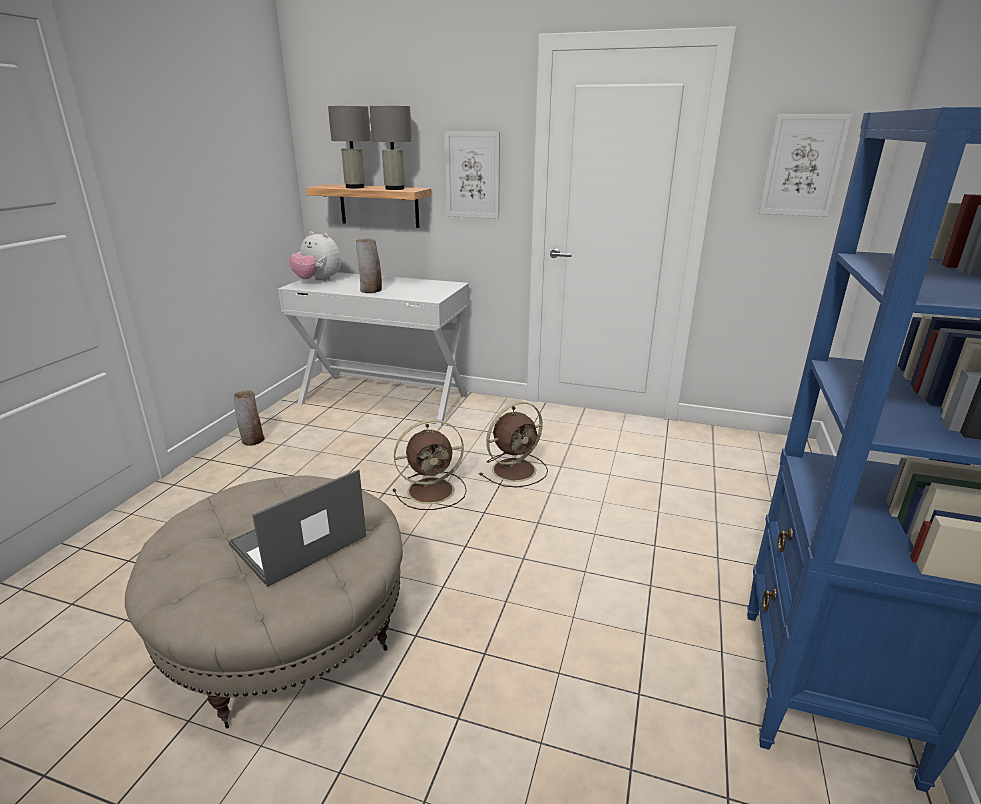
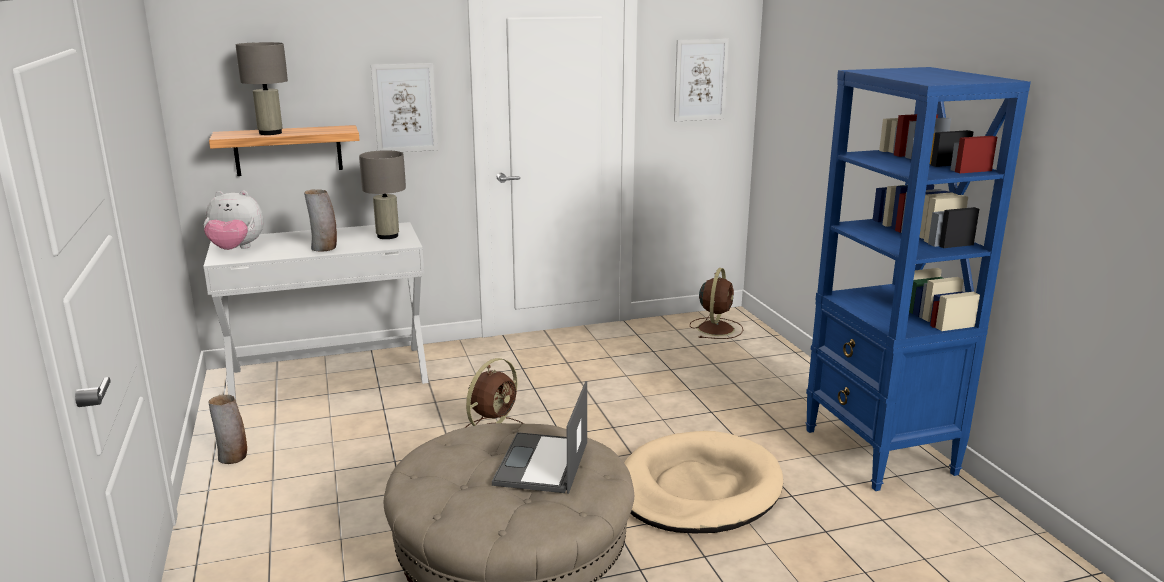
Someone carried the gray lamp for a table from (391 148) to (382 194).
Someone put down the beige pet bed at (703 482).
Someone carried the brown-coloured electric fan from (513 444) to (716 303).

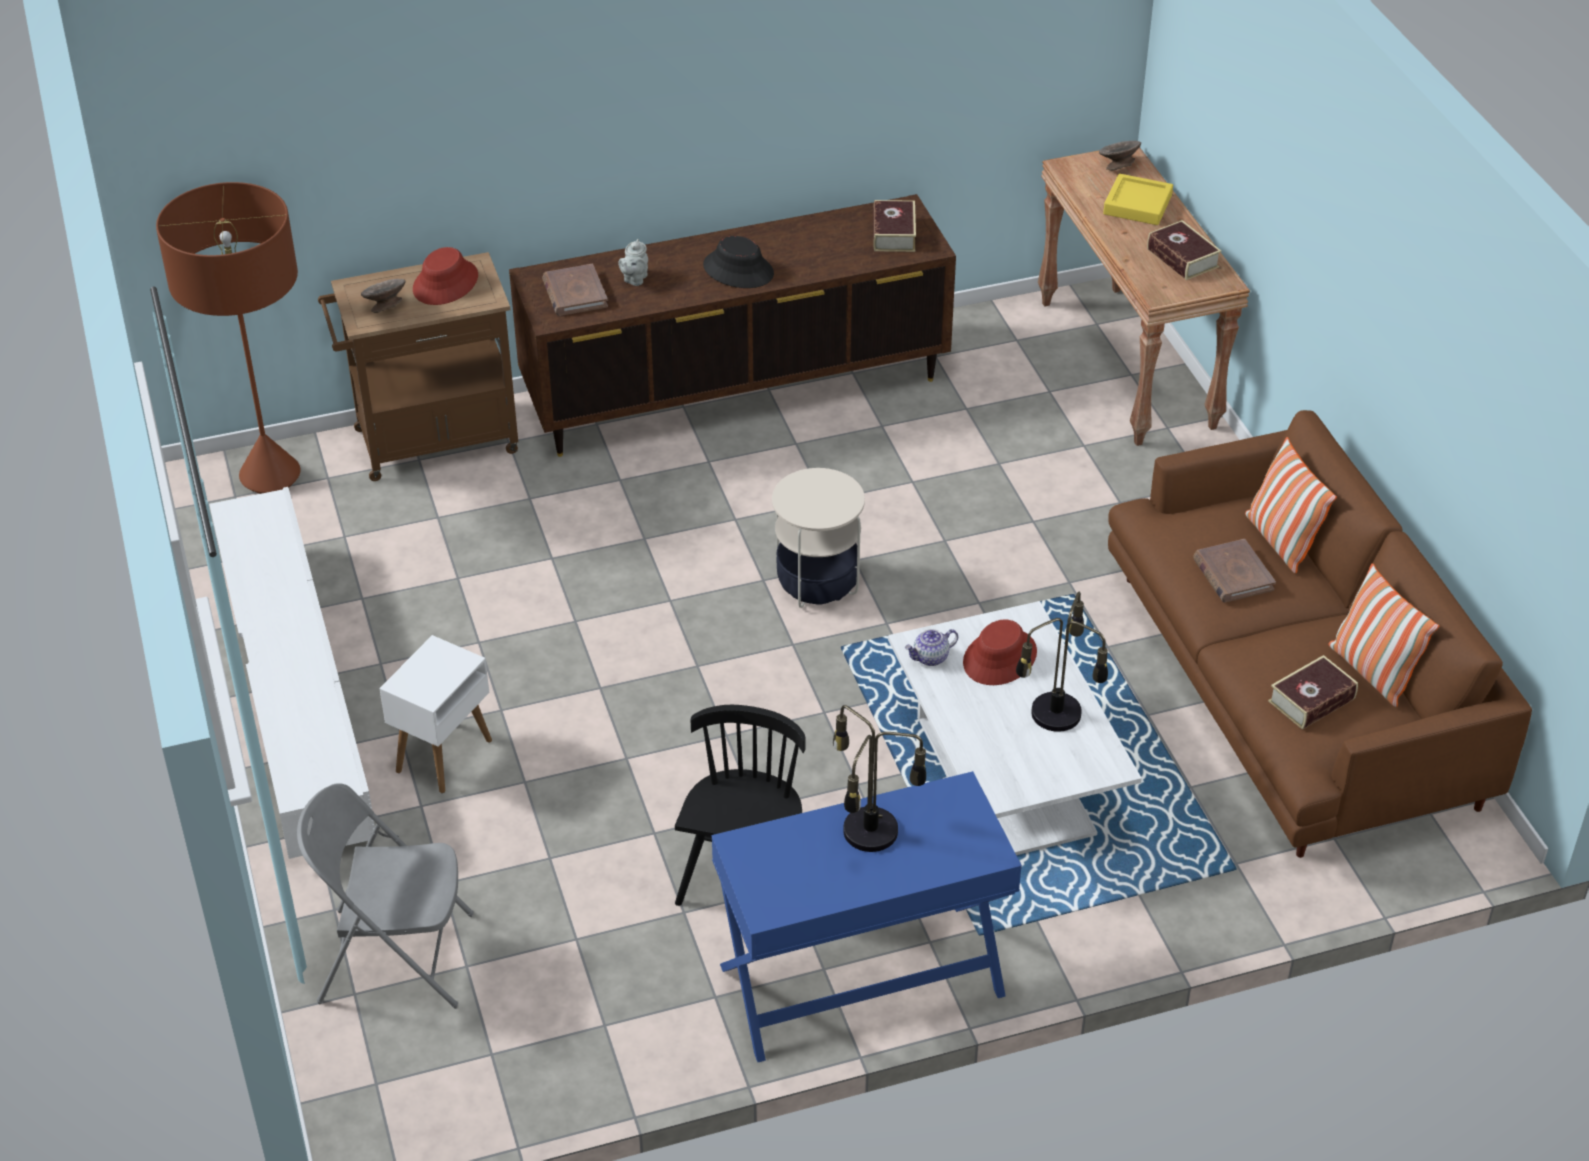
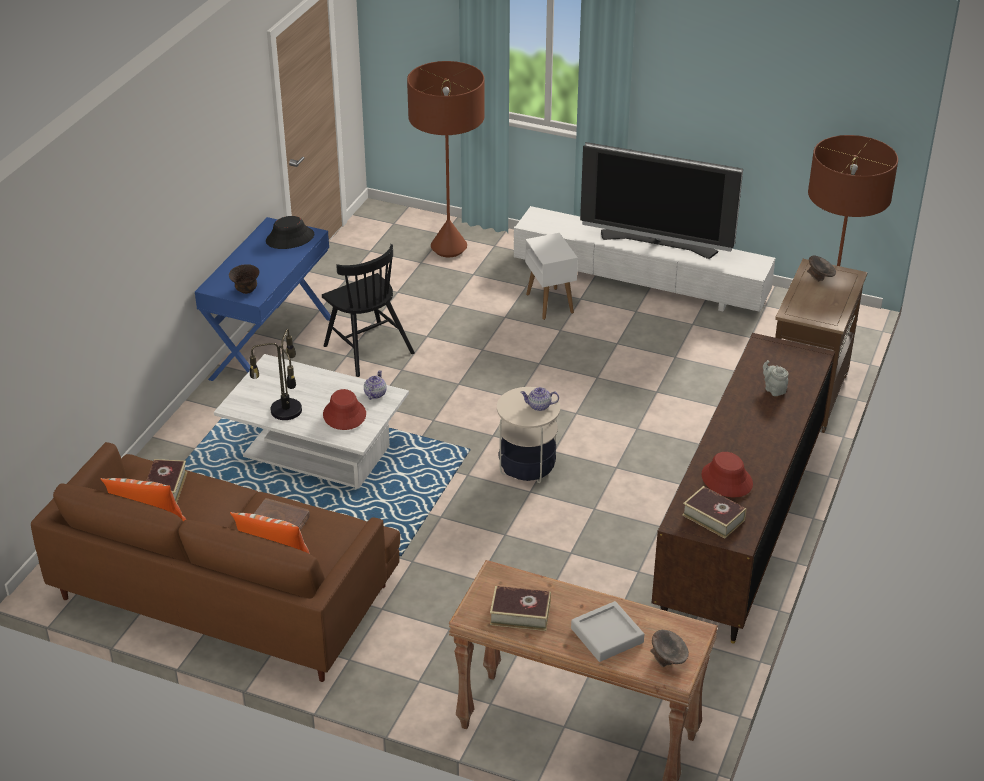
Someone put down the brown-coloured serving bowl at (244 279).
Someone carried the black wearable hat from (738 262) to (290 232).
Someone swapped the gray chair at (385 896) for the brown-coloured standing lamp at (446 159).
Someone put down the tea pot at (539 399).
Someone repainted the yellowish carrying tray at (1138 199), which became the gray carrying tray at (607 631).
Someone put down the TV set at (661 200).
Someone carried the red wearable hat from (445 276) to (727 474).
Someone took away the brown-coloured bound book at (575 290).
Someone took away the lamp for a table at (879 778).

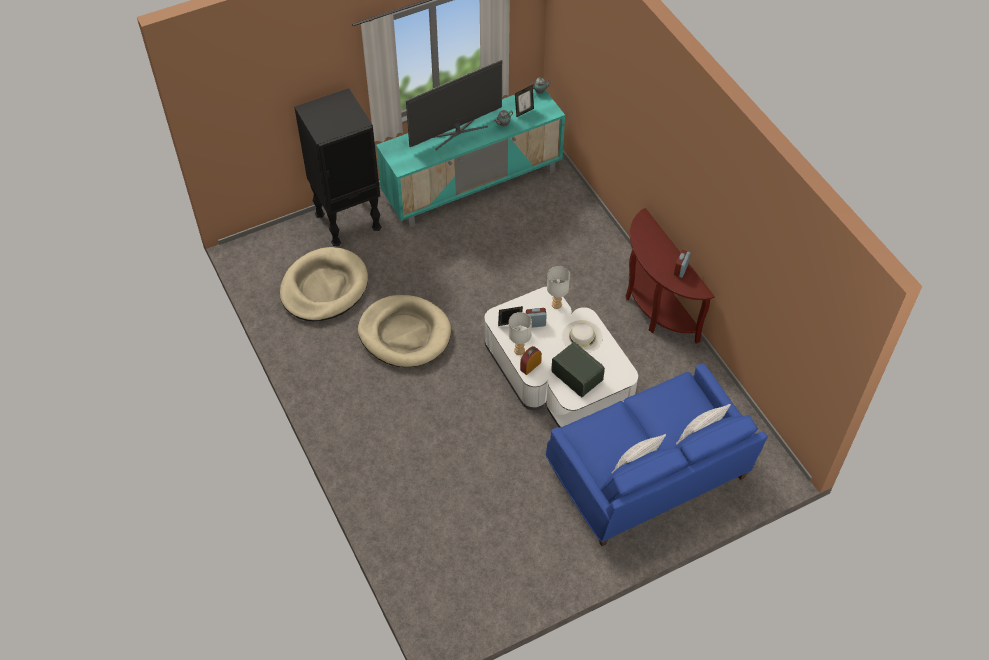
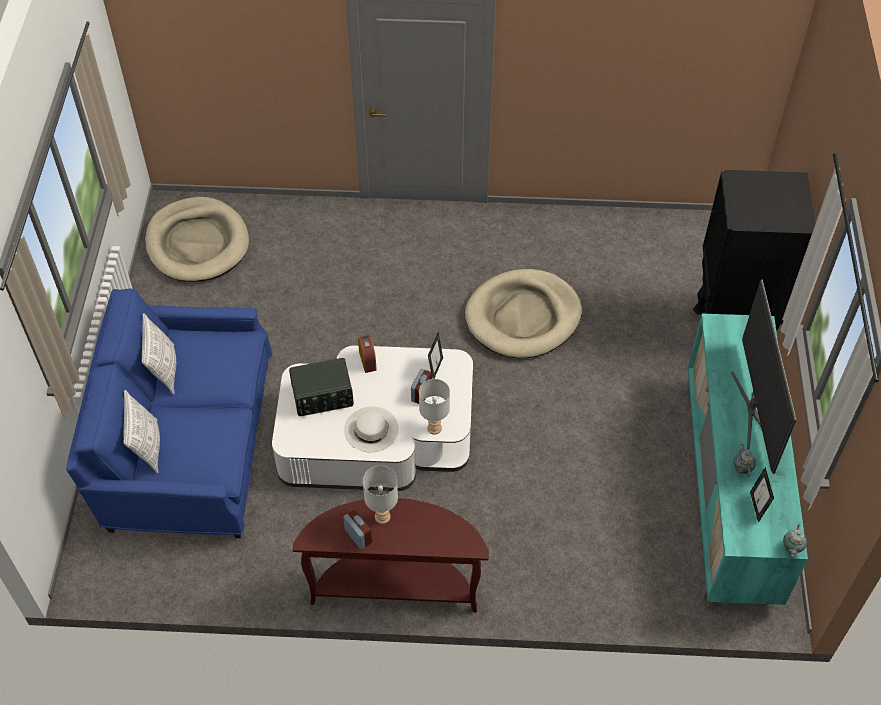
Someone carried the beige pet bed from (324 284) to (197 239).
Someone carried the gray lamp for a table from (520 333) to (380 495).

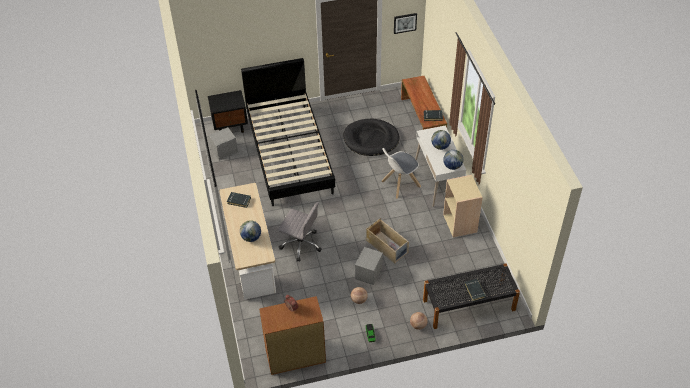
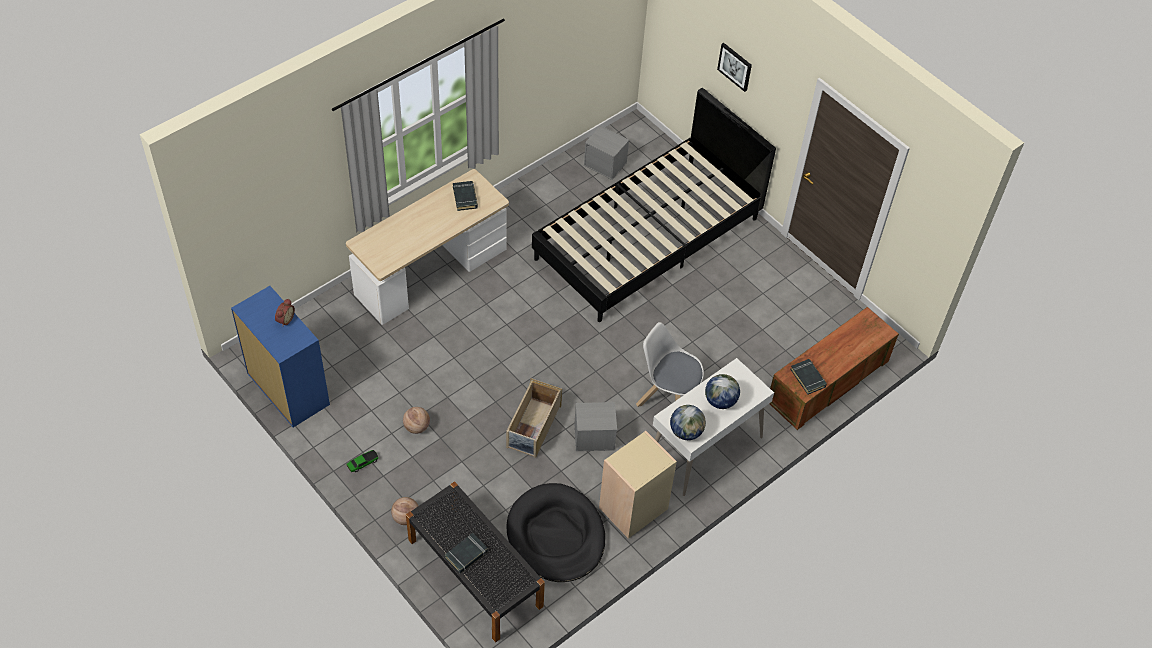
Someone repainted the brown-coloured cupboard at (292 335), which became the bluish cupboard at (280 357).
Someone carried the black pet bed from (372 137) to (555 532).
Someone carried the gray storage box from (369 266) to (595 426).
Someone carried the picture from (405 23) to (734 67).
Someone took away the black bedside table at (228 111).
Someone took away the globe at (250 231).
Someone took away the gray office chair at (300 232).

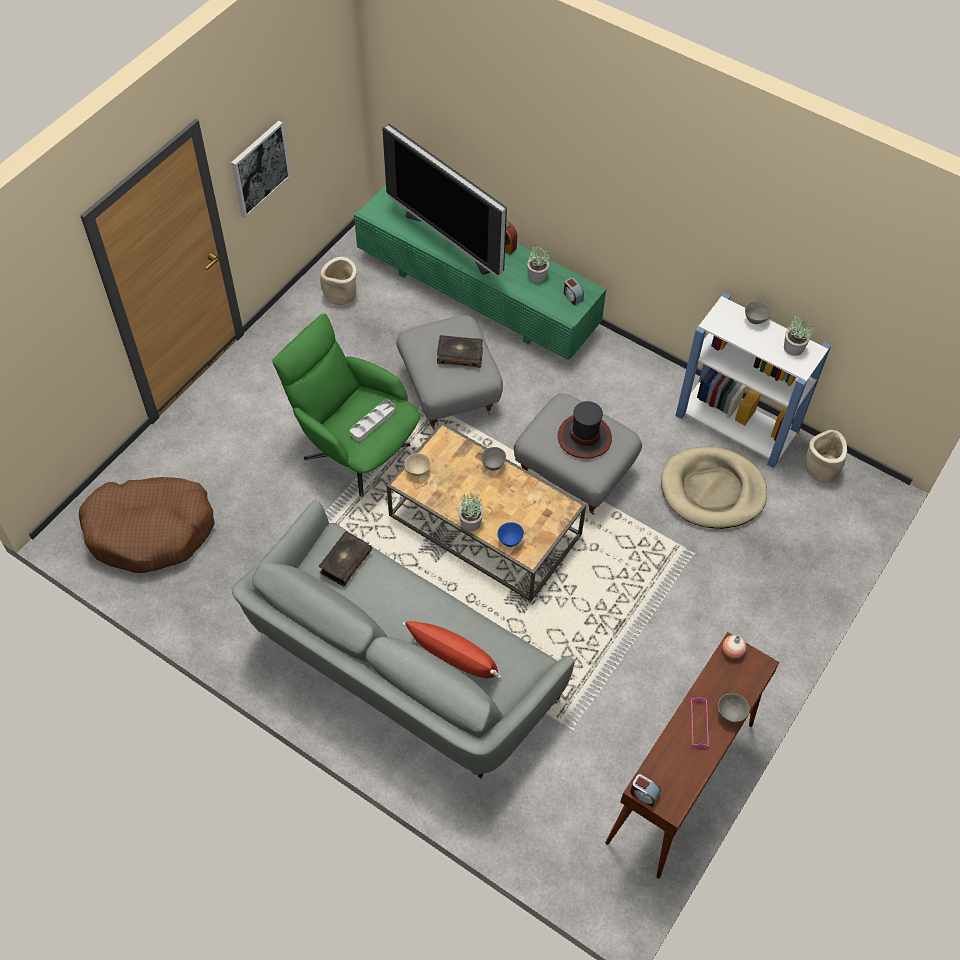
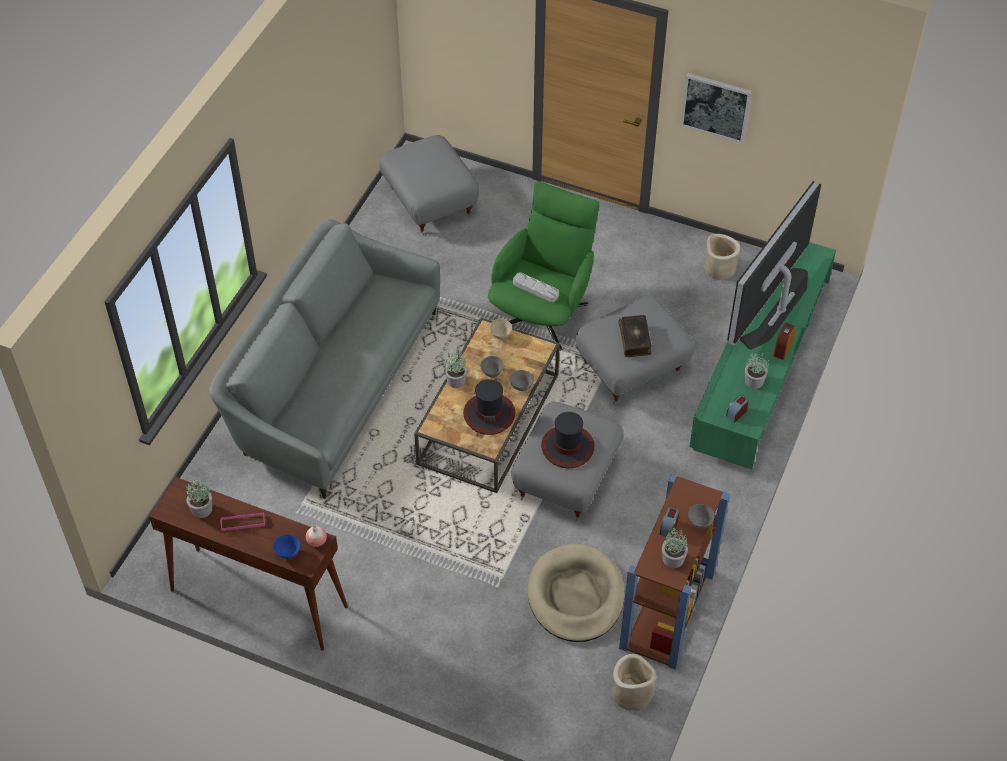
Someone put down the potted plant at (199 498).
Someone carried the bluish serving bowl from (511 534) to (286 546).
Someone swapped the brown-coloured pet bed at (146 525) for the gray footrest at (429 185).
Someone put down the wearable hat at (489 407).
Someone carried the gray serving bowl from (734 708) to (491 367).
Someone repainted the whitish bookshelf at (753 380), which became the brown-coloured bookshelf at (674 572).
Someone carried the bedside clock from (645 790) to (669 522).
Someone took away the bound book at (345 558).
Someone took away the red cushion at (451 650).

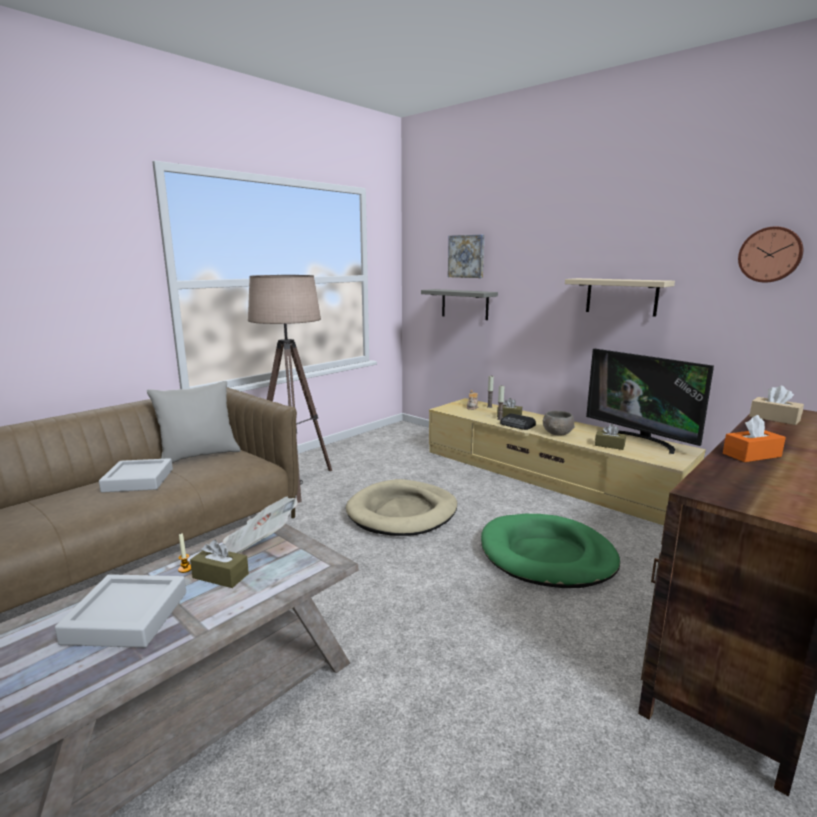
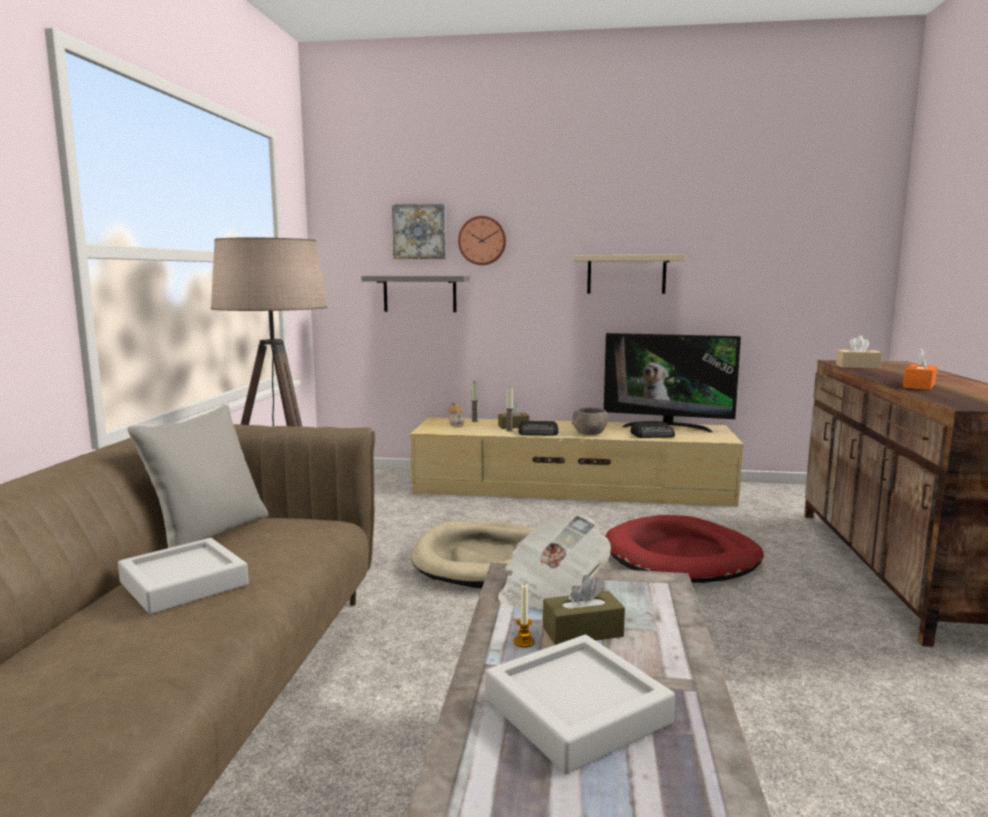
Someone carried the clock on the wall from (770 254) to (482 240).
Someone repainted the green pet bed at (550 551), which became the red pet bed at (685 549).
Someone swapped the brown-coloured box of tissues at (610 437) for the radio receiver at (652 430).

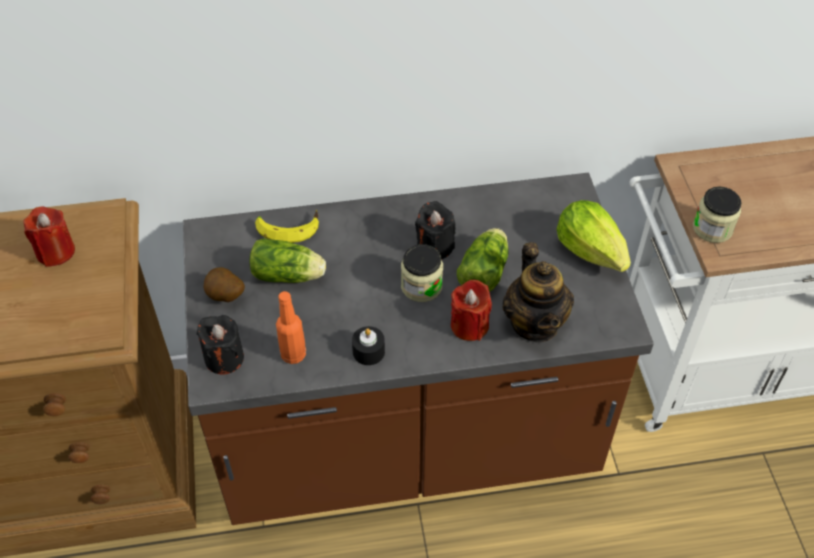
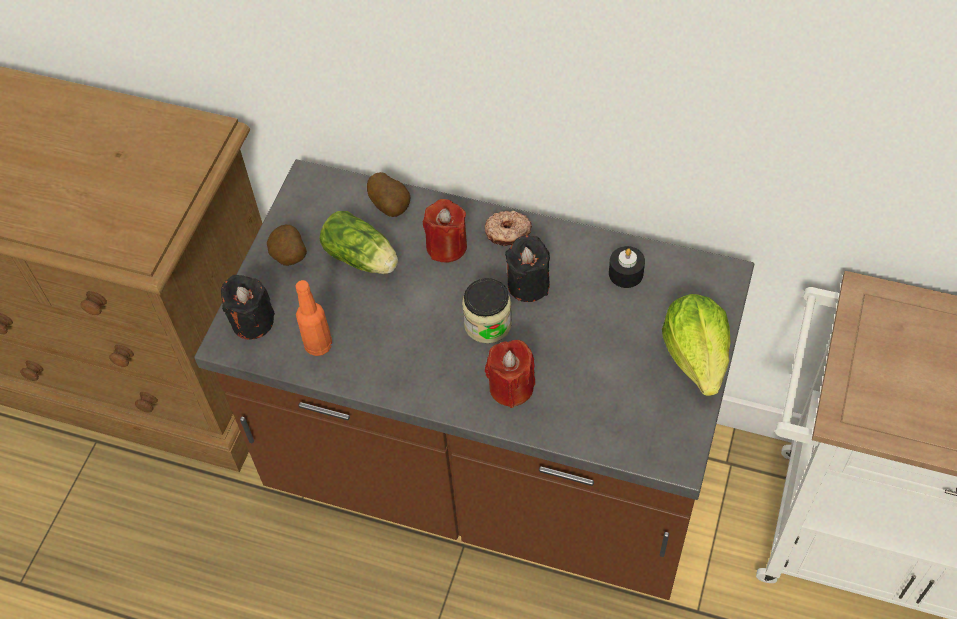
Someone swapped the whole banana at (287 226) for the potato at (388 194).
Someone carried the red candle from (49 236) to (444 231).
Someone put down the doughnut at (508 228).
Someone carried the black candle from (368 345) to (627 267).
Someone took away the head of lettuce at (483 260).
Someone took away the tea pot at (538 292).
Someone took away the storage jar at (717 214).

